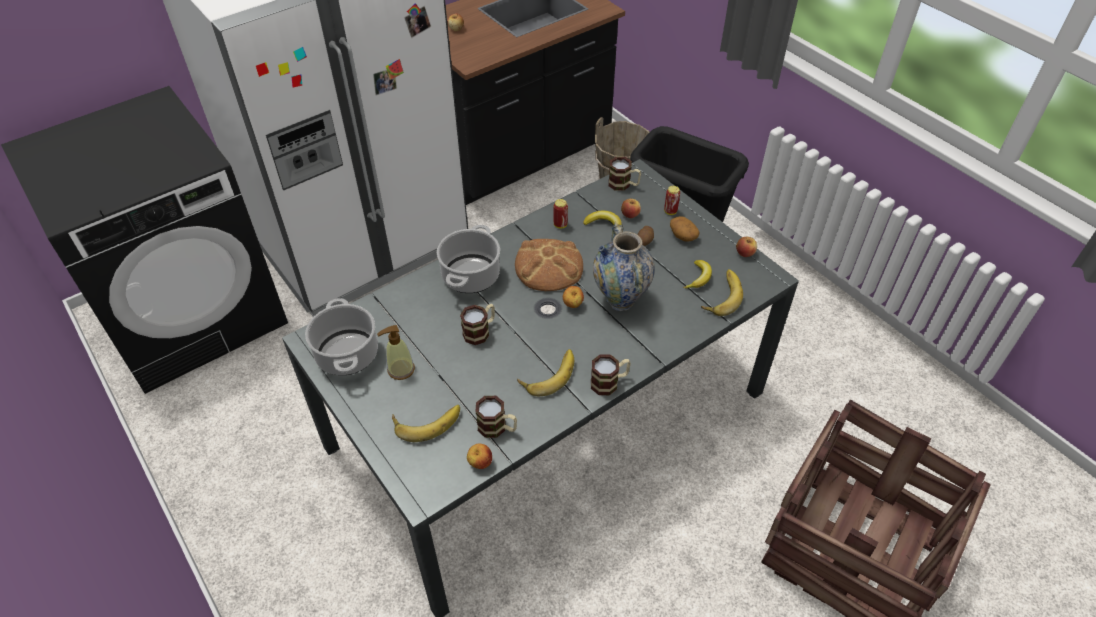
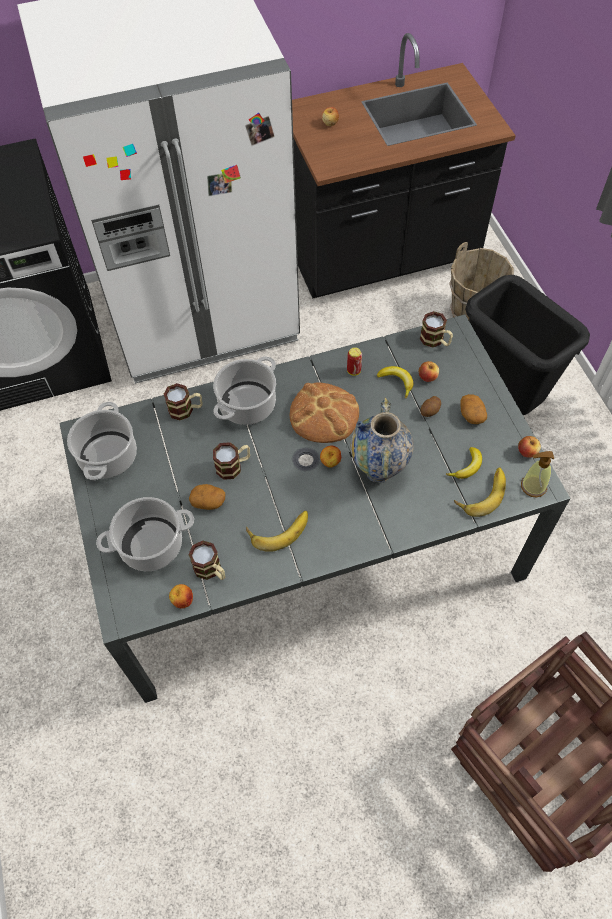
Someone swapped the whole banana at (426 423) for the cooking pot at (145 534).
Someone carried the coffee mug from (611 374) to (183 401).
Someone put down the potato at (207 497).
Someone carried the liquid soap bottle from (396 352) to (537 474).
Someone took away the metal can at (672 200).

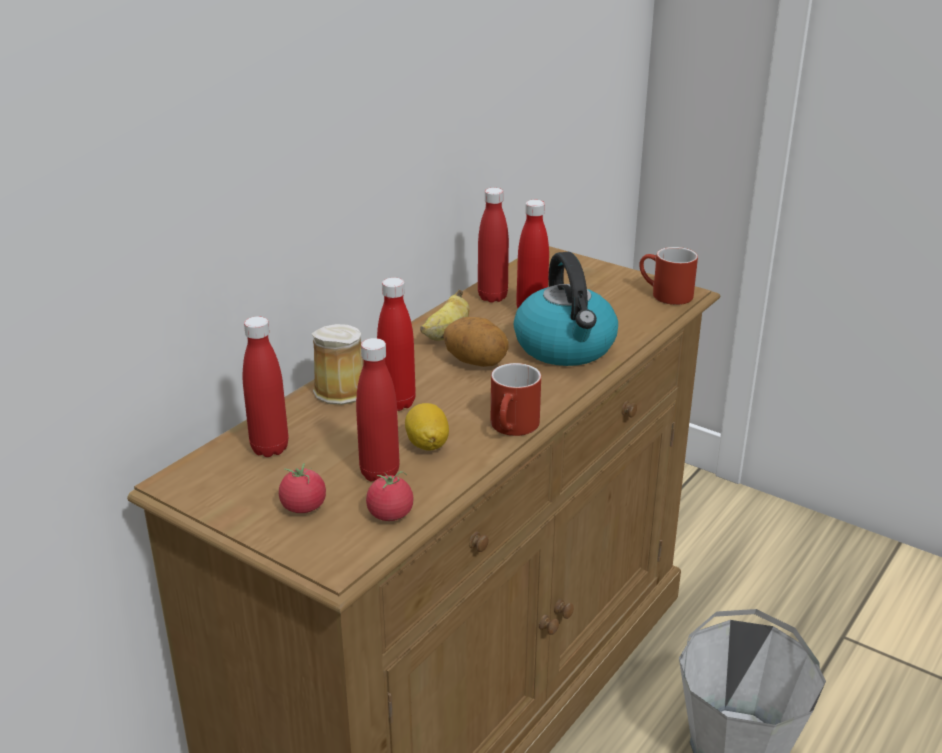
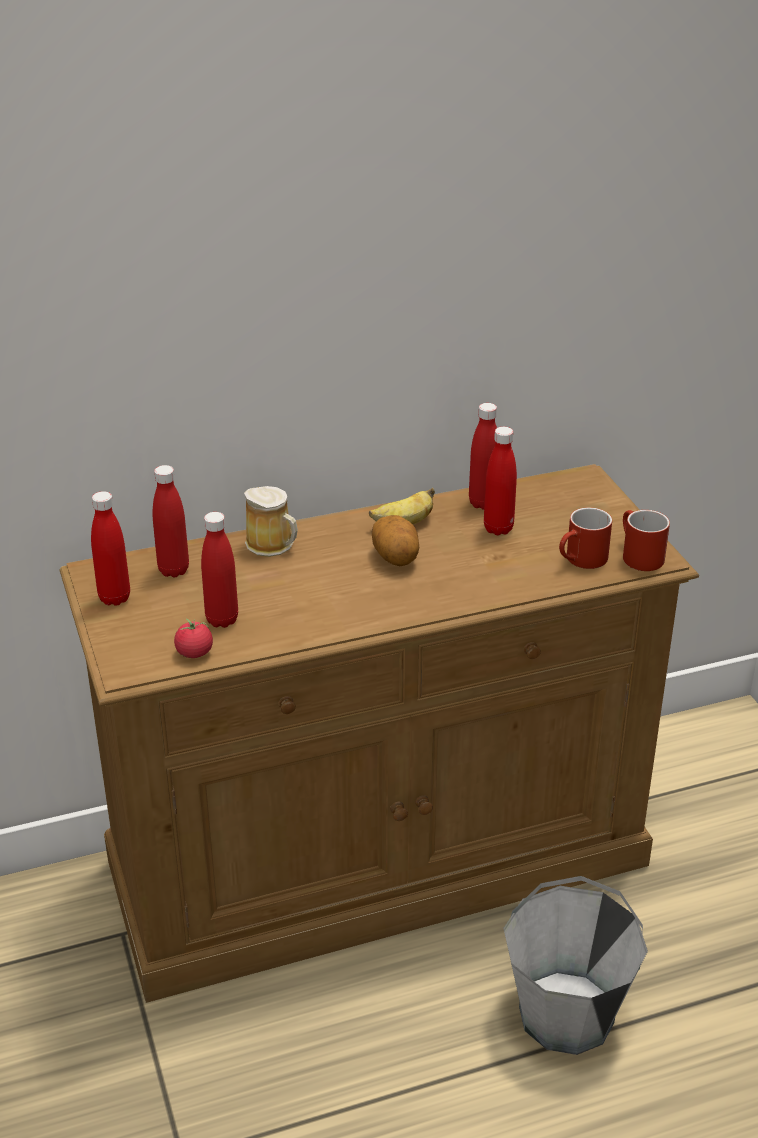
Someone carried the red beverage bottle from (396 344) to (110 548).
Someone carried the red coffee mug from (516 399) to (585 538).
Someone took away the whole tomato at (302 488).
Someone took away the lemon at (427 427).
Someone took away the tea kettle at (566 309).

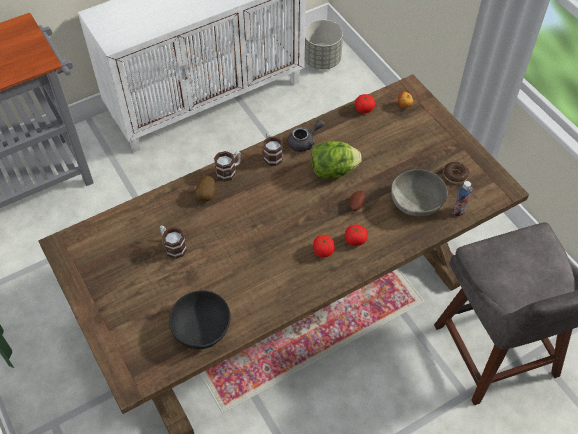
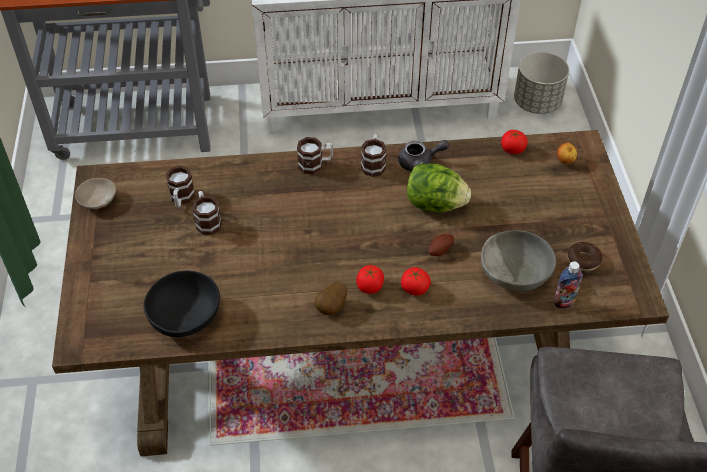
Someone put down the beige serving bowl at (95 193).
Someone put down the coffee mug at (180 187).
Someone carried the potato from (205 189) to (331 298).

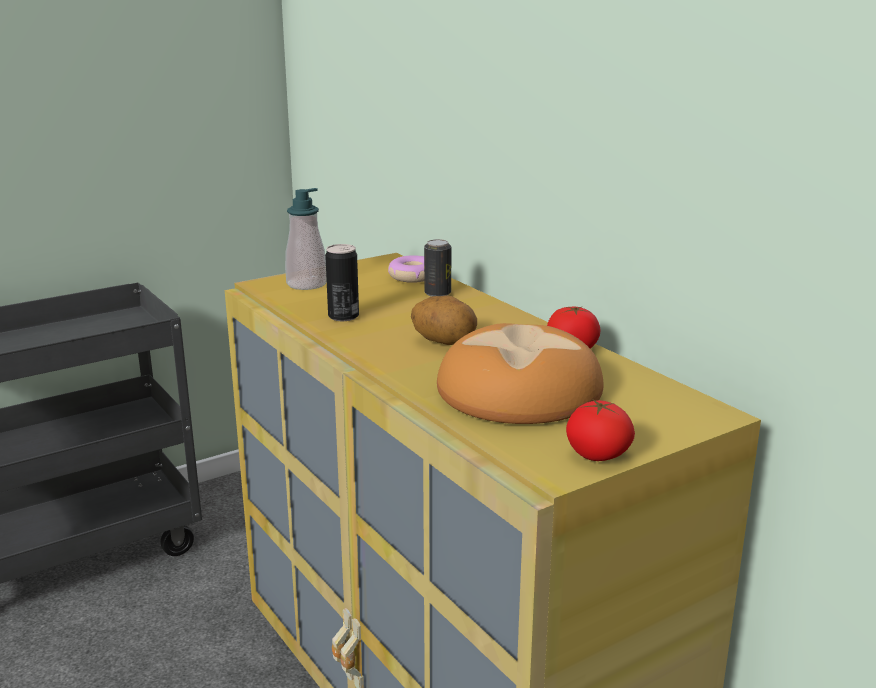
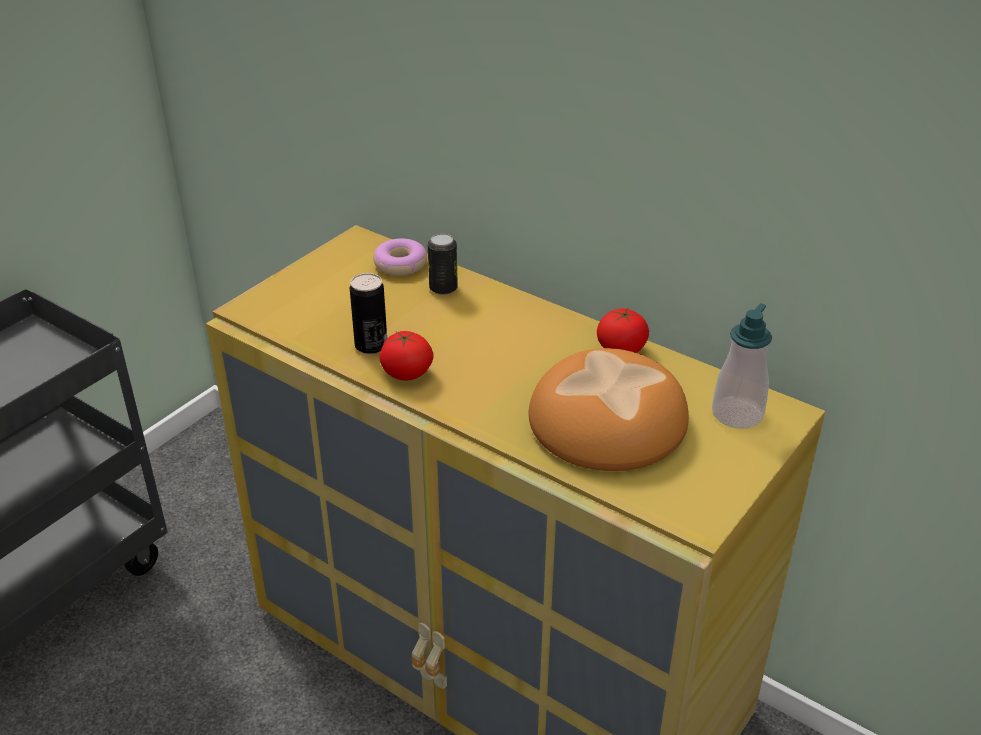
Someone carried the whole tomato from (600 430) to (406 356).
Someone carried the liquid soap bottle from (306 239) to (742 366).
Someone took away the potato at (444 320).

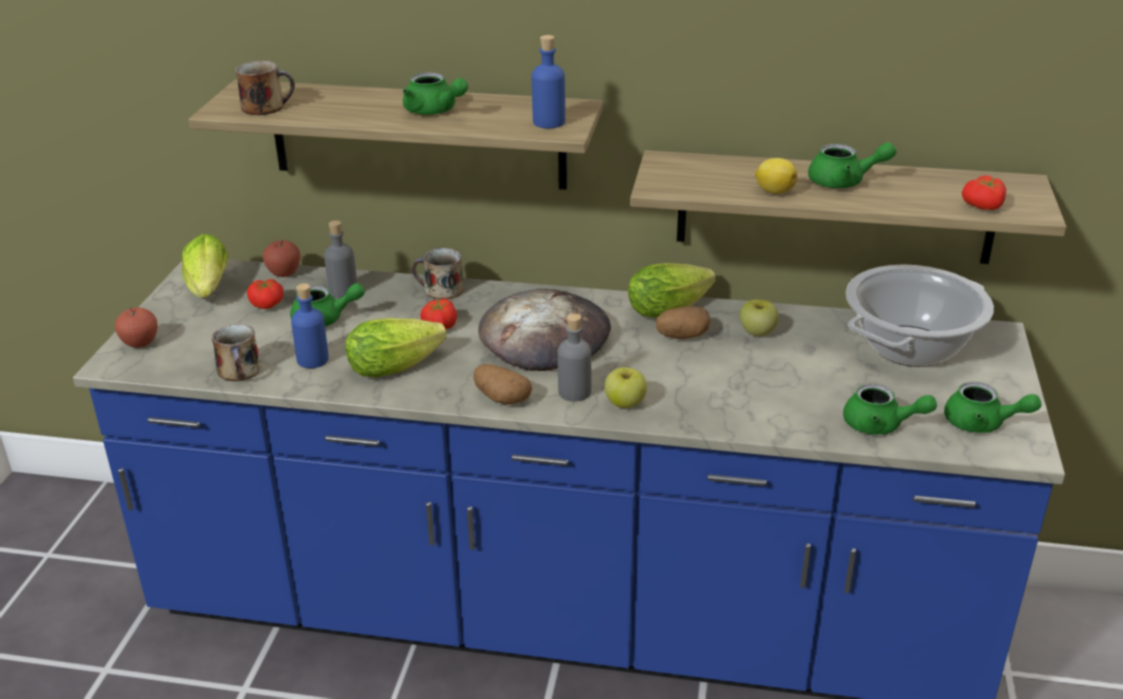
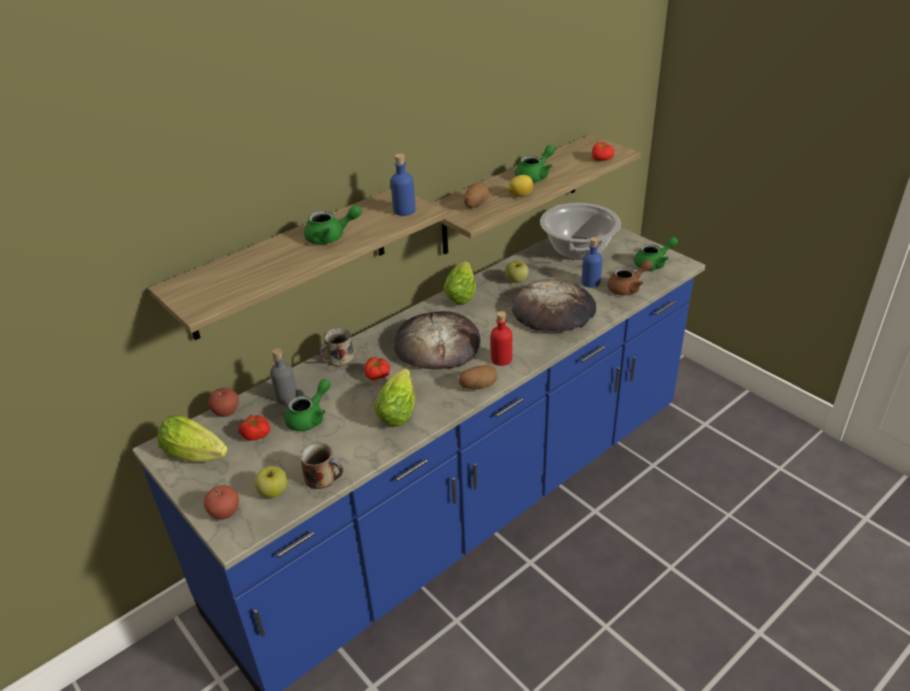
Someone carried the whole apple from (626 387) to (270 482).
Someone carried the potato from (683 322) to (476 195).
Someone repainted the gray beverage bottle at (574 357), which became the red beverage bottle at (501 338).
Someone put down the baked bread at (554 305).
Someone carried the bluish beverage bottle from (310 325) to (592 262).
Someone repainted the green tea pot at (890 409), which became the brown-coloured tea pot at (630 277).
Someone took away the coffee mug at (265 88).

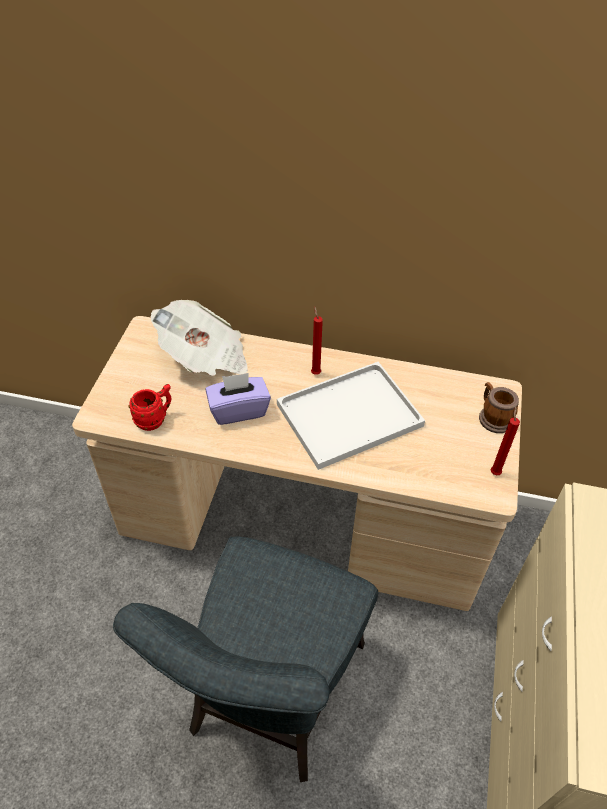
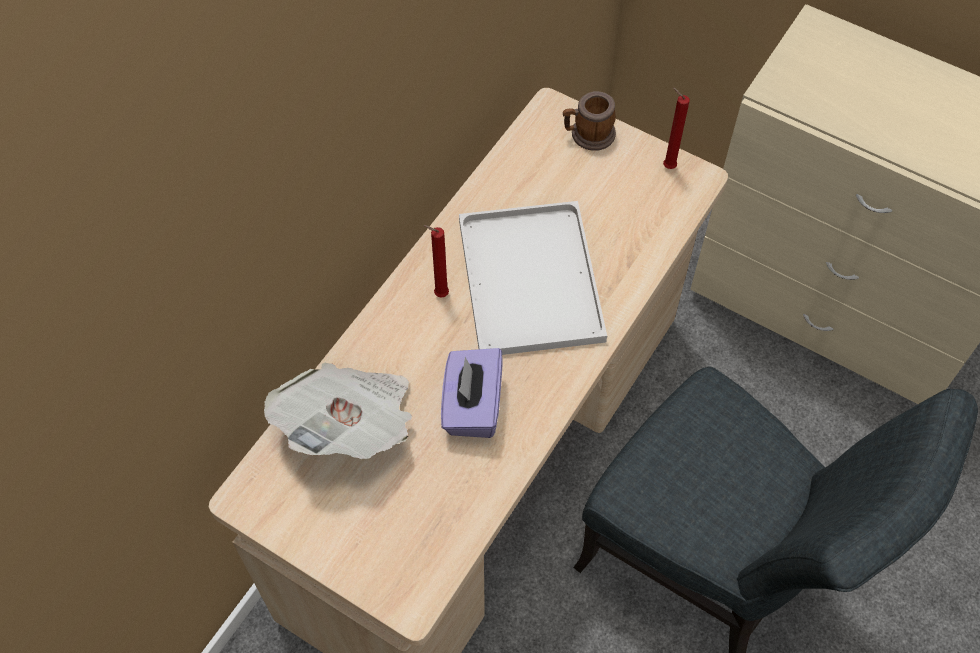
Someone took away the red coffee mug at (150 407).

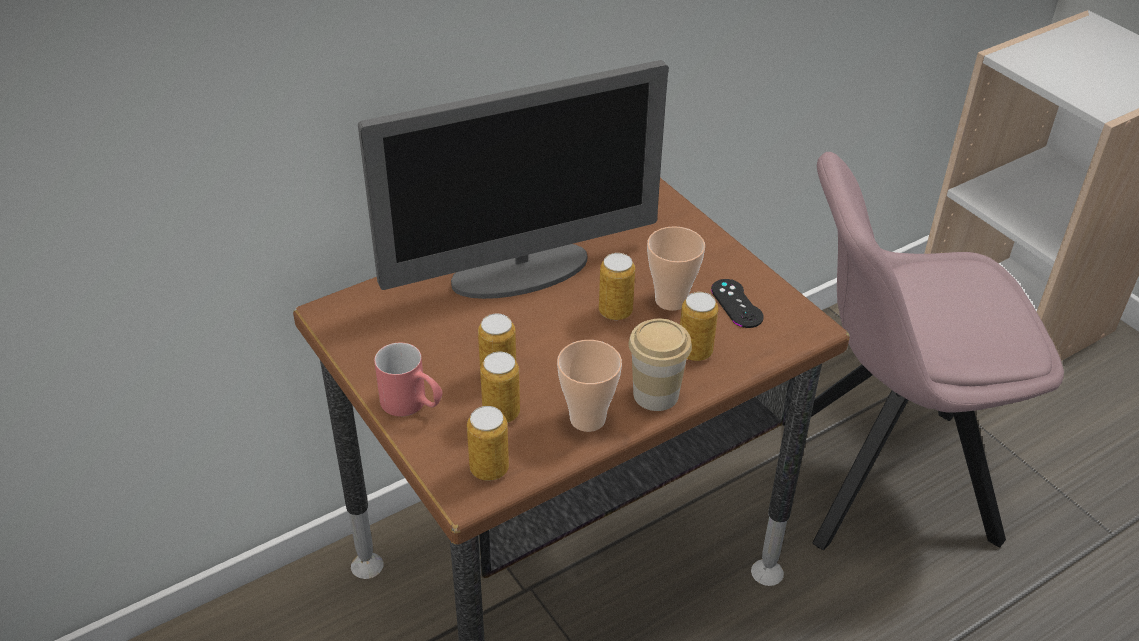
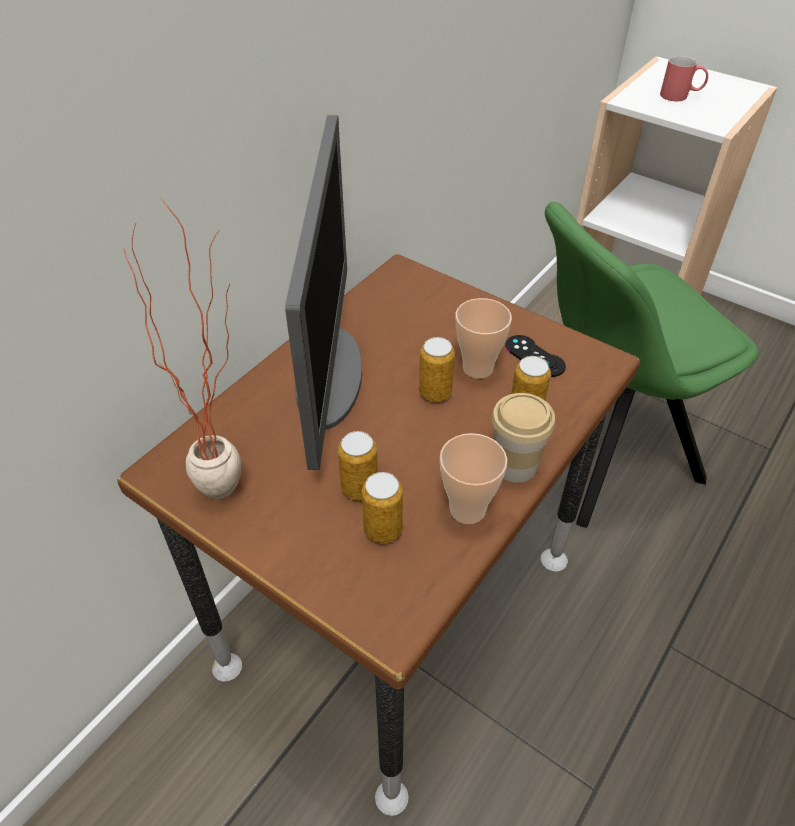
Someone put down the potted plant at (182 348).
Someone rotated the computer display at (513 179) by 45 degrees counterclockwise.
Someone repainted the pink-coloured chair at (923 351), which became the green chair at (652 365).
Someone carried the red coffee mug from (408 379) to (684 78).
Someone took away the metal can at (488 443).

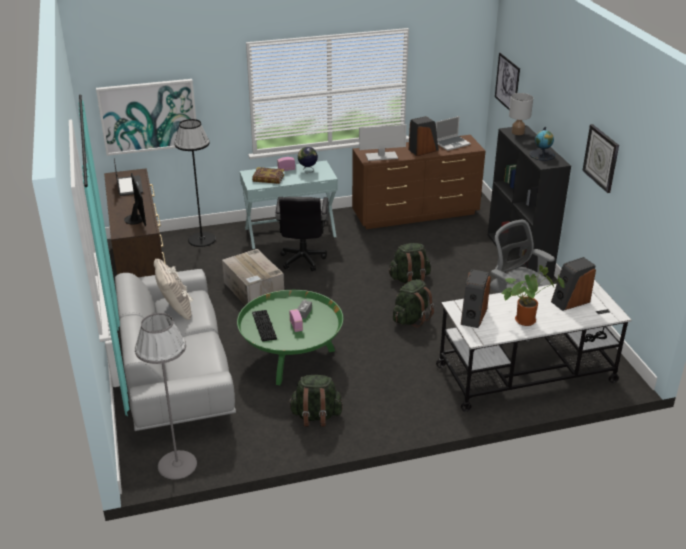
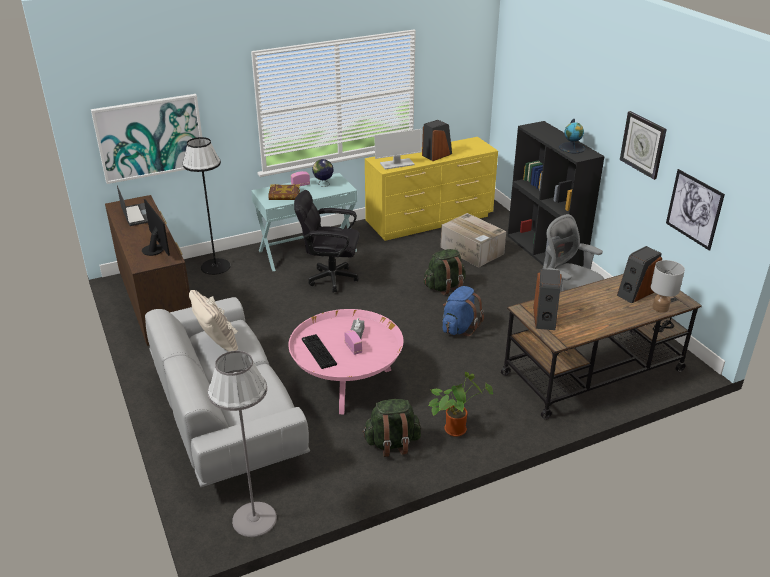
Someone repainted the green low table at (290 337), which became the pink-coloured low table at (345 362).
Someone rotated the black office chair at (302 234) by 105 degrees clockwise.
Someone repainted the brown-coloured drawer chest at (418 182), which became the yellowish drawer chest at (431 189).
Someone carried the potted plant from (533 295) to (460 404).
Someone carried the carton from (253 277) to (473 240).
Someone repainted the green knapsack at (413 303), which became the bluish knapsack at (463 311).
Someone repainted the whitish desk table at (534 346), which became the brown-coloured desk table at (601 346).
Someone carried the gray lamp for a table from (521 114) to (668 286).
Someone carried the picture from (507 81) to (695 210).
Someone took away the portable computer at (453 133).

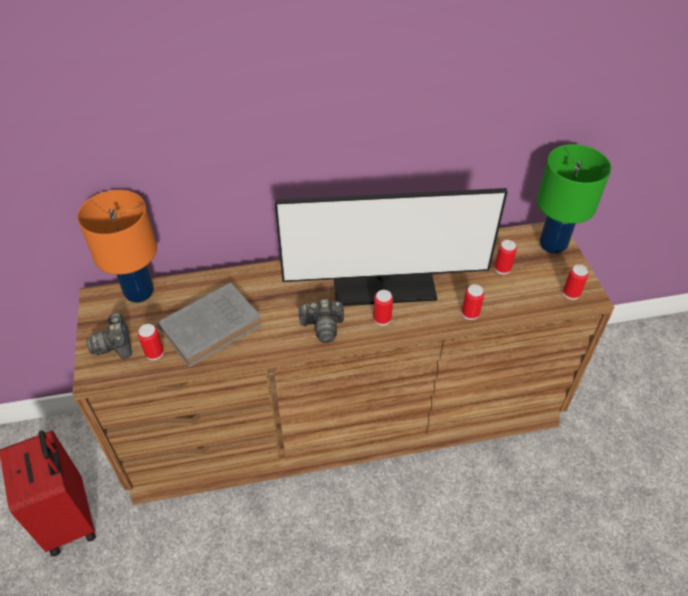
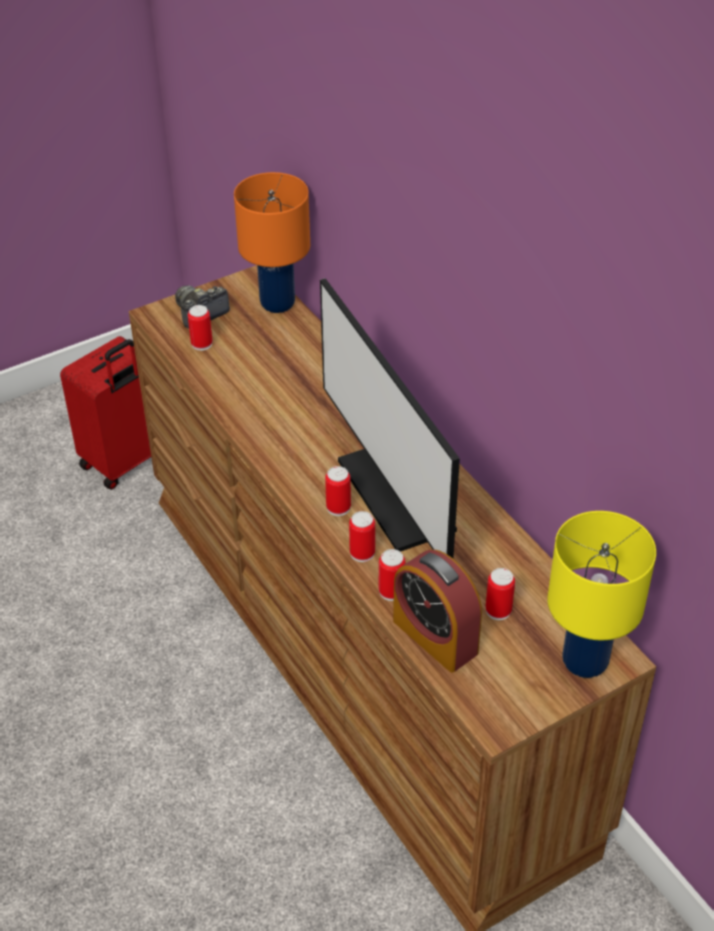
Someone carried the metal can from (576 282) to (362 536).
Someone put down the bedside clock at (437 611).
Someone repainted the green lamp for a table at (574 199), which became the yellowish lamp for a table at (601 594).
Someone took away the gray bound book at (209 325).
Someone took away the photo camera at (320 321).

